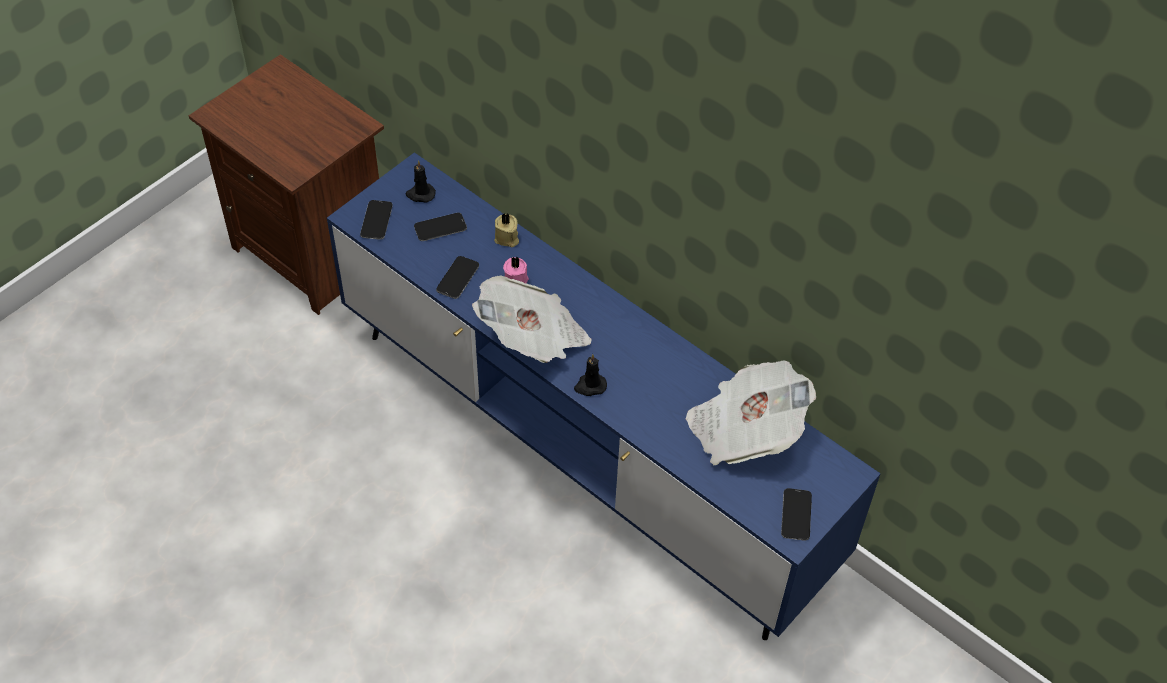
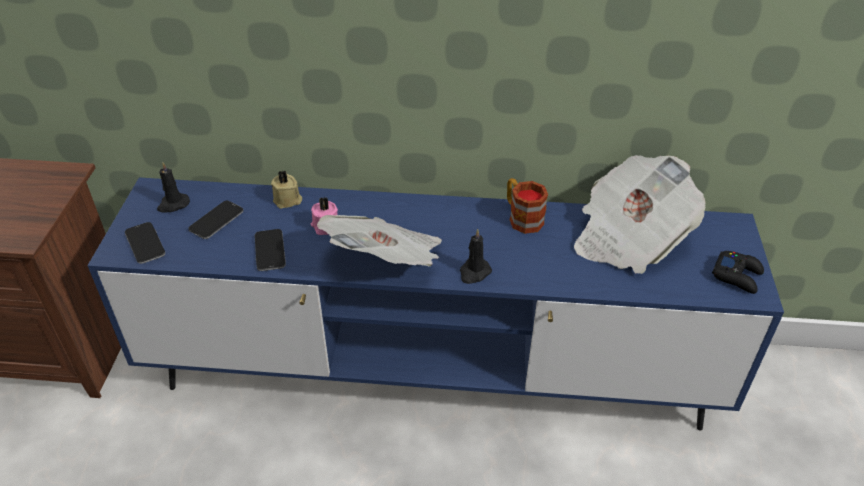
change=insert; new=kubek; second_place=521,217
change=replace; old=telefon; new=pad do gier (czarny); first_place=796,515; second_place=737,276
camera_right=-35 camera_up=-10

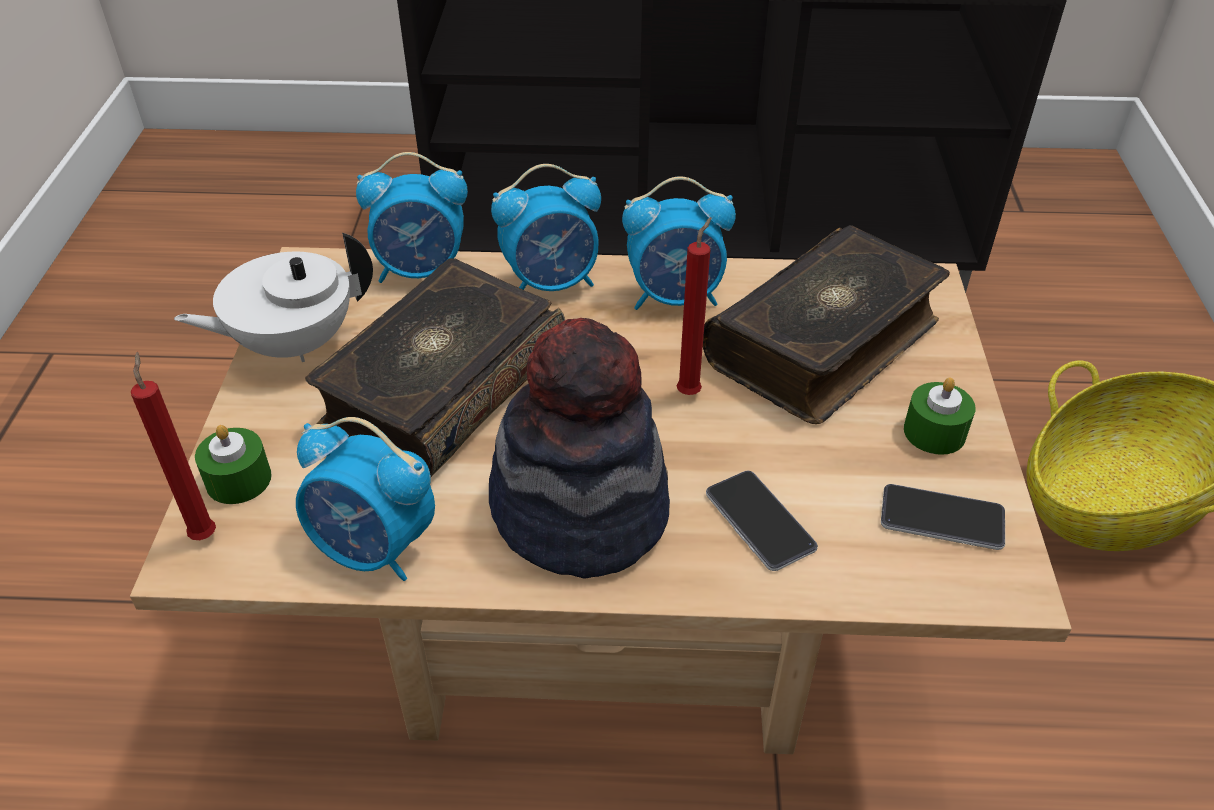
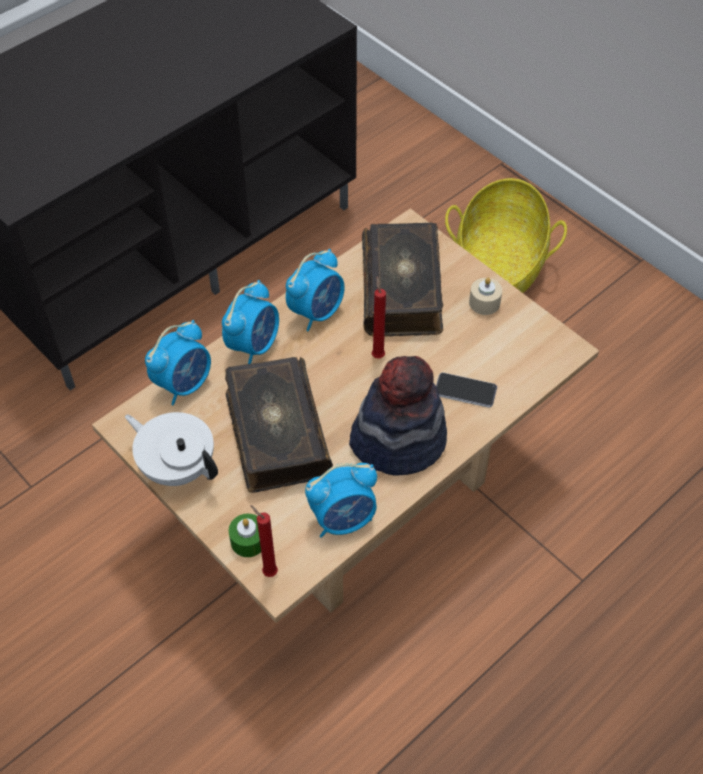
change=delete; old=telefon; first_place=942,518
change=recolor; old=świeca (zielony); new=świeca (beżowy); first_place=934,432; second_place=484,303
change=rotate; old=imbryk (biały); first_place=293,344; second_place=177,466; degrees=105
camera_right=-45 camera_up=10

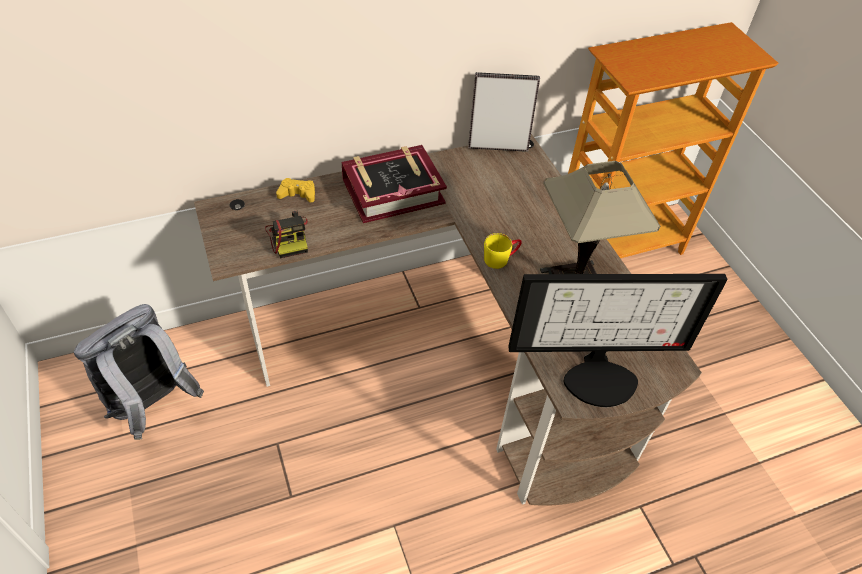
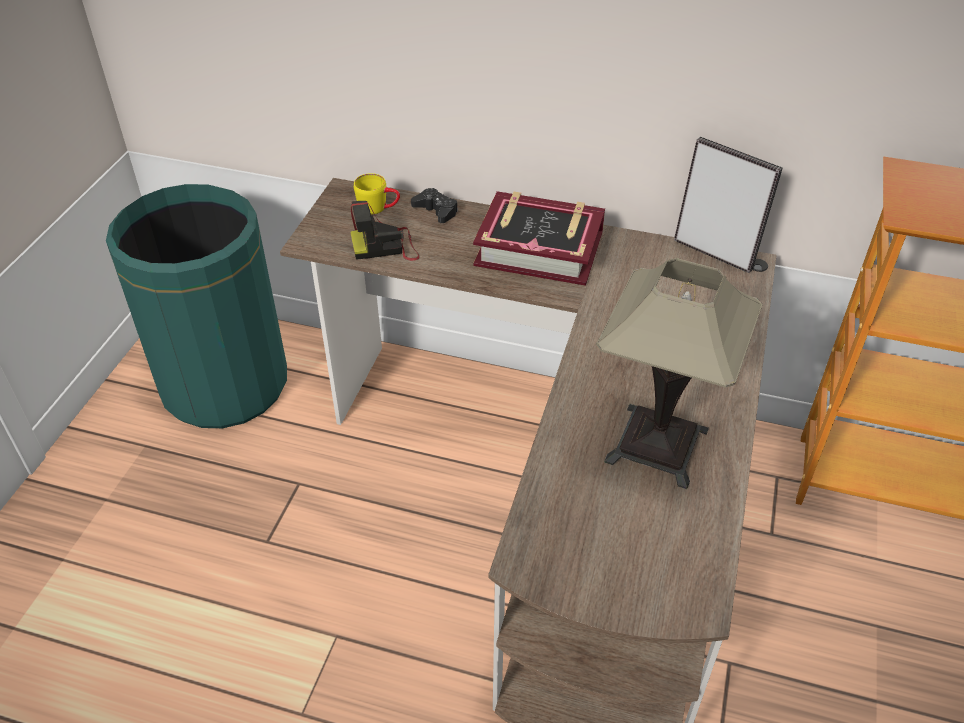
change=delete; old=monitor; first_place=600,376
change=move; old=kubek (żółty); first_place=501,258; second_place=379,207
change=replace; old=plecak (szary); new=kosz na śmieci (zielony); first_place=152,405; second_place=225,385
change=recolor; old=pad do gier (żółty); new=pad do gier (czarny); first_place=297,194; second_place=436,210
change=rotate; old=aparat fotograficzny; first_place=289,237; second_place=386,247; degrees=60
camera_right=40 camera_up=-5

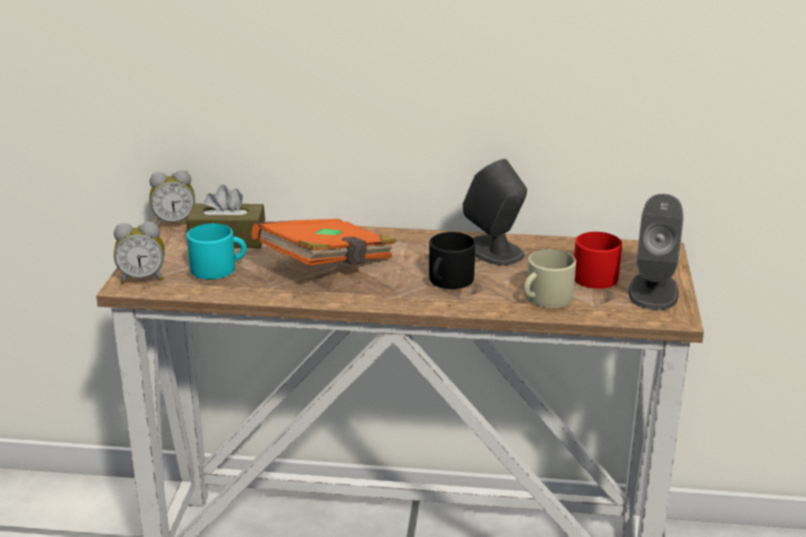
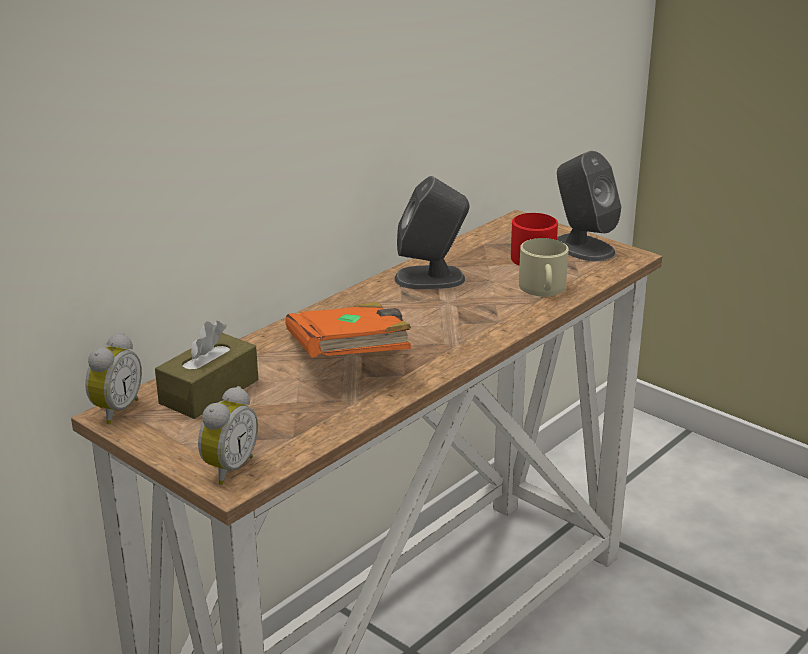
change=delete; old=kubek (turkusowy); first_place=219,268
change=delete; old=kubek (czarny); first_place=448,280
camera_right=-55 camera_up=0

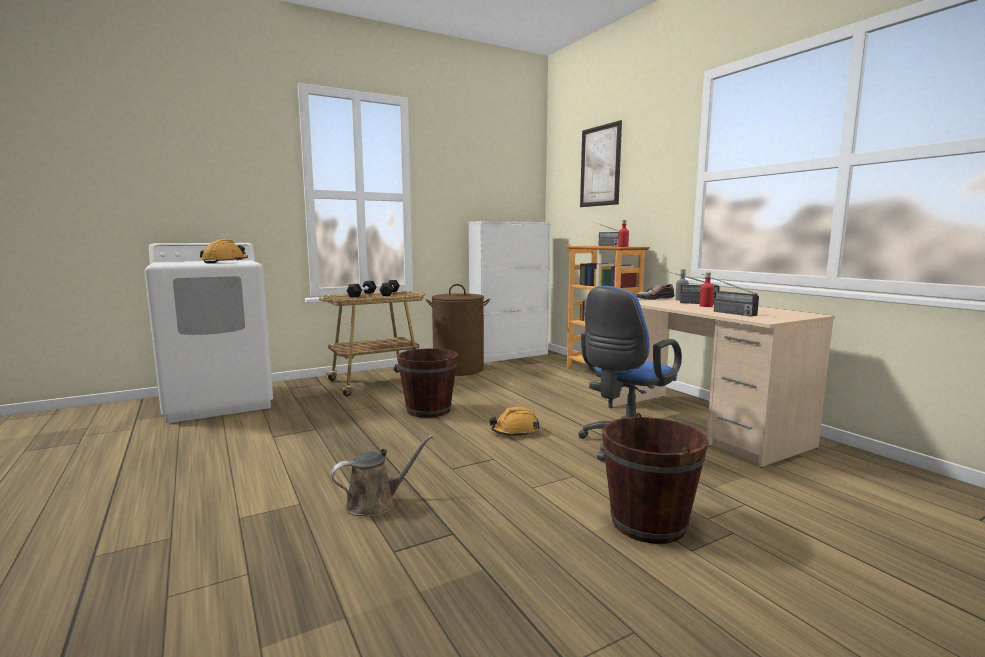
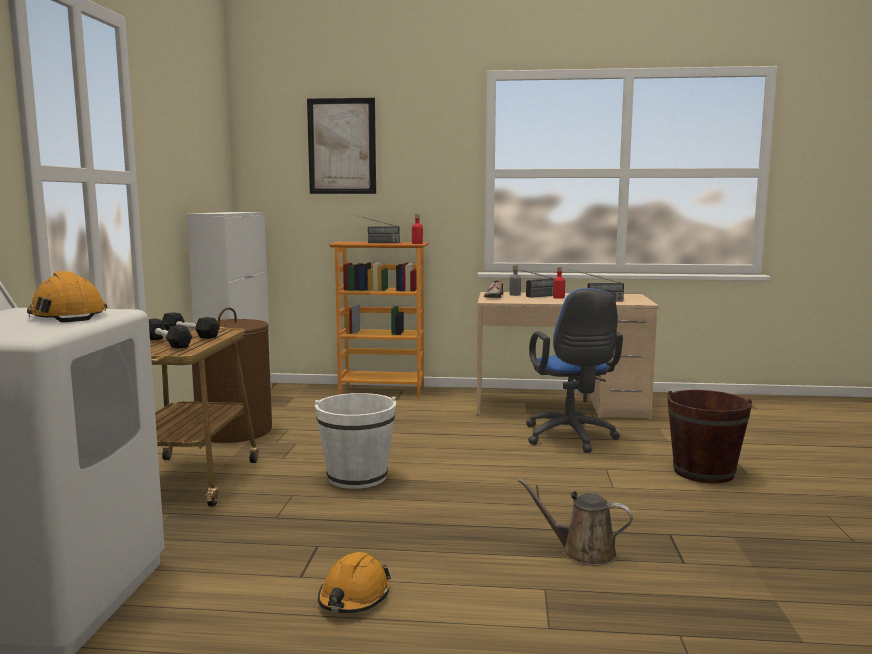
change=move; old=kask (pomarańczowy); first_place=515,431; second_place=354,597
change=recolor; old=wiadro (brązowy); new=wiadro (biały); first_place=428,410; second_place=357,477
change=rotate; old=konewka (brązowy); first_place=375,503; second_place=582,552; degrees=-75
camera_right=-55 camera_up=0

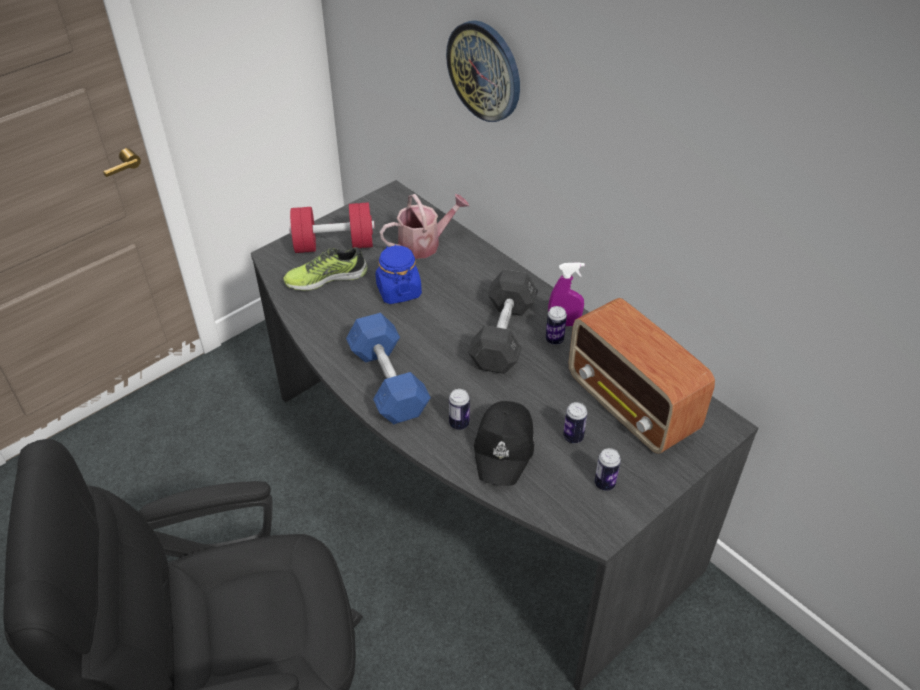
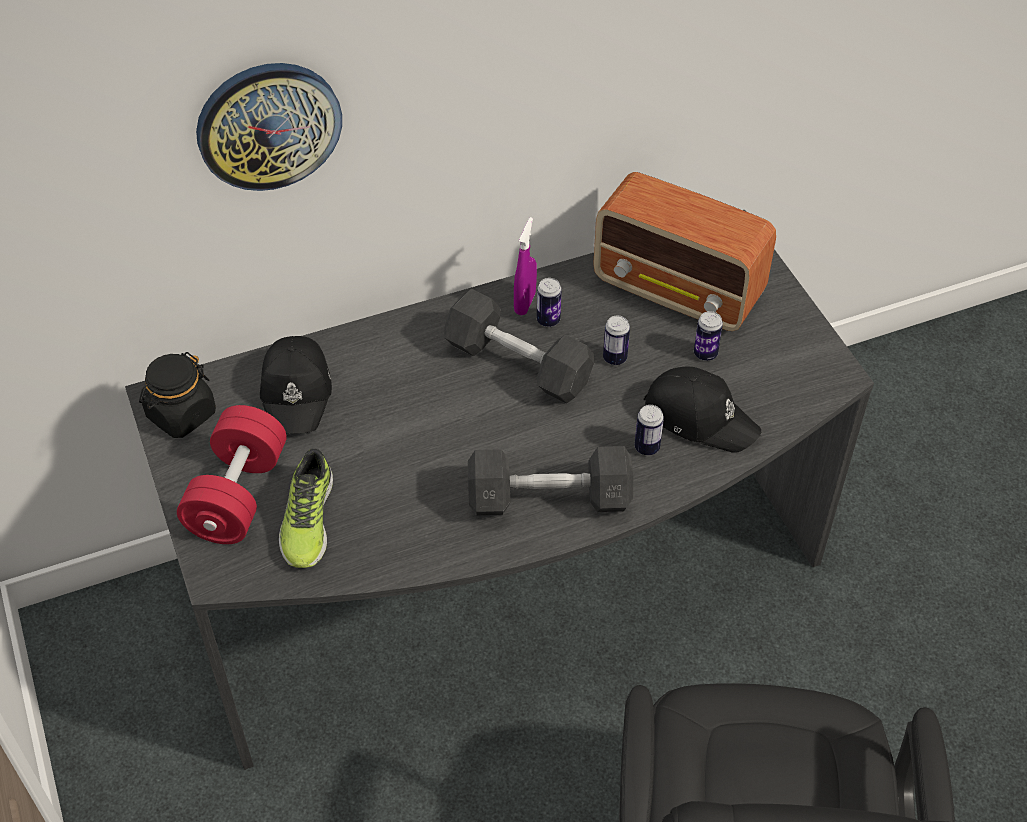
change=delete; old=słoik (niebieski); first_place=398,291
change=insert; new=słoik (czarny); second_place=181,415
change=move; old=puszka; first_place=604,483; second_place=614,358
change=replace; old=konewka; new=czapka z daszkiem (czarny); first_place=424,244; second_place=297,392
change=recolor; old=hantel (niebieski); new=hantel (szary); first_place=388,382; second_place=549,499
change=rotate; old=radio; first_place=632,406; second_place=679,291; degrees=45
camera_right=-70 camera_up=5

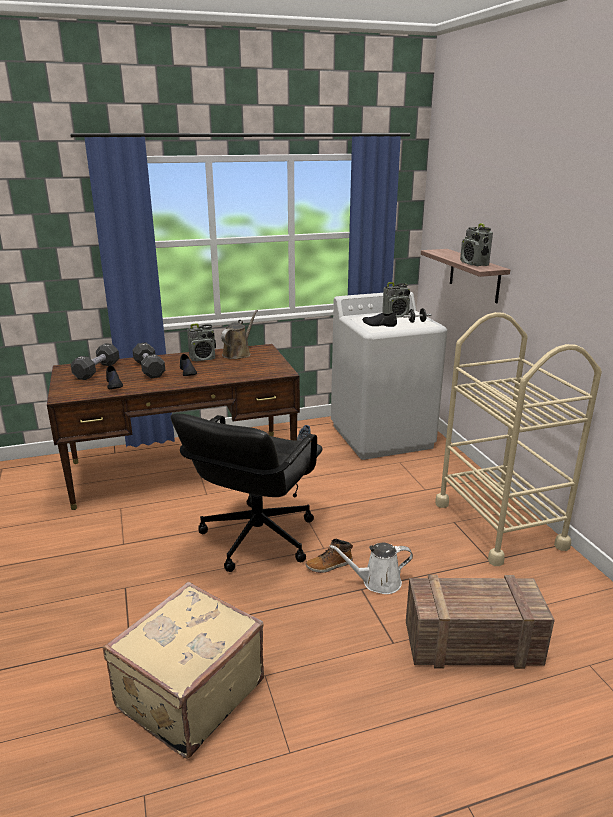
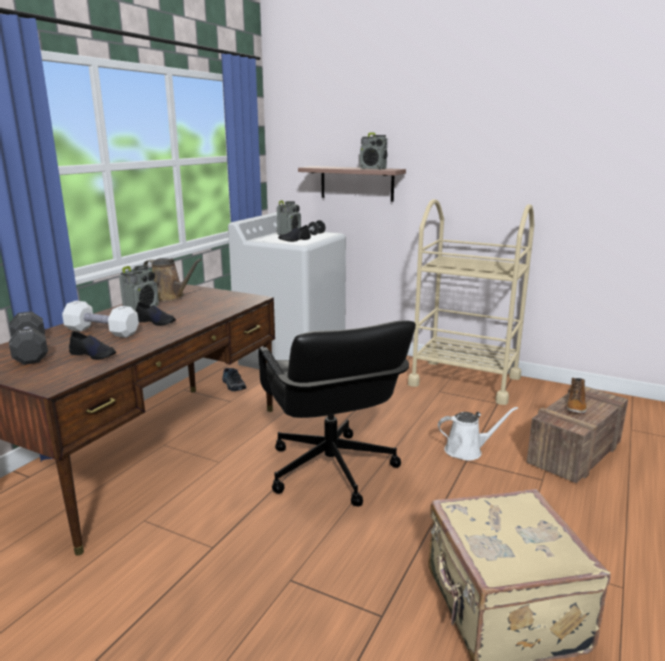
change=move; old=but z cholewką; first_place=329,565; second_place=576,406
change=recolor; old=hantel (czarny); new=hantel (biały); first_place=149,369; second_place=102,332
change=rotate; old=konewka (brązowy); first_place=238,353; second_place=170,297; degrees=135
change=rotate; old=konewka (biały); first_place=377,582; second_place=467,450; degrees=-135
camera_right=-45 camera_up=-5

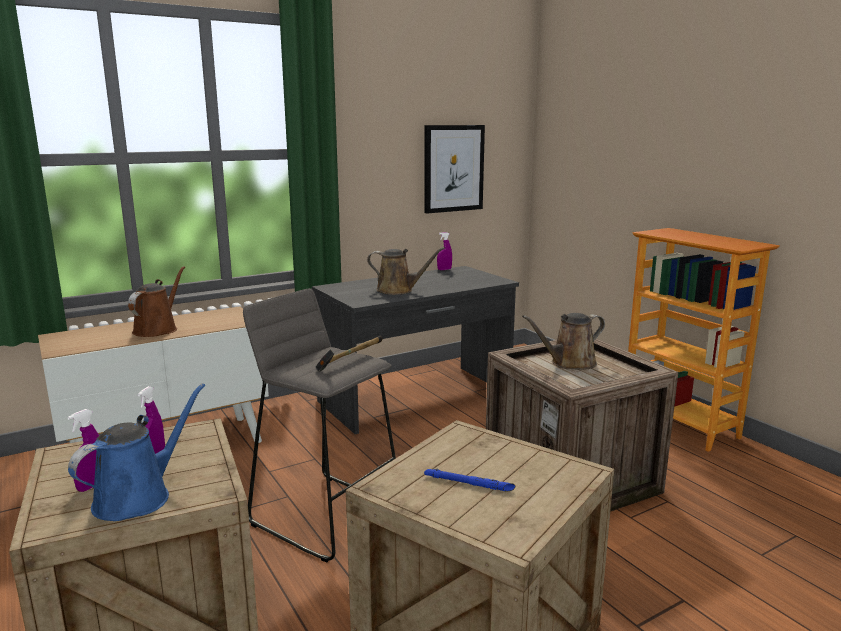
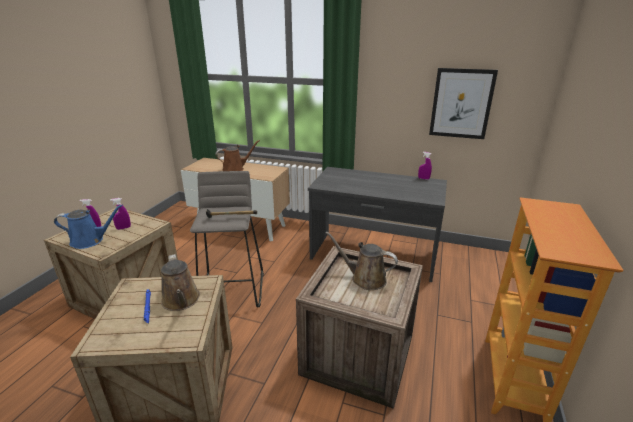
change=move; old=konewka (brązowy); first_place=398,290; second_place=181,301
camera_right=50 camera_up=10

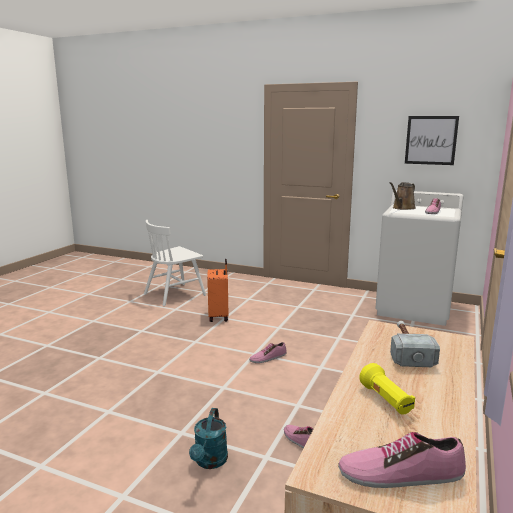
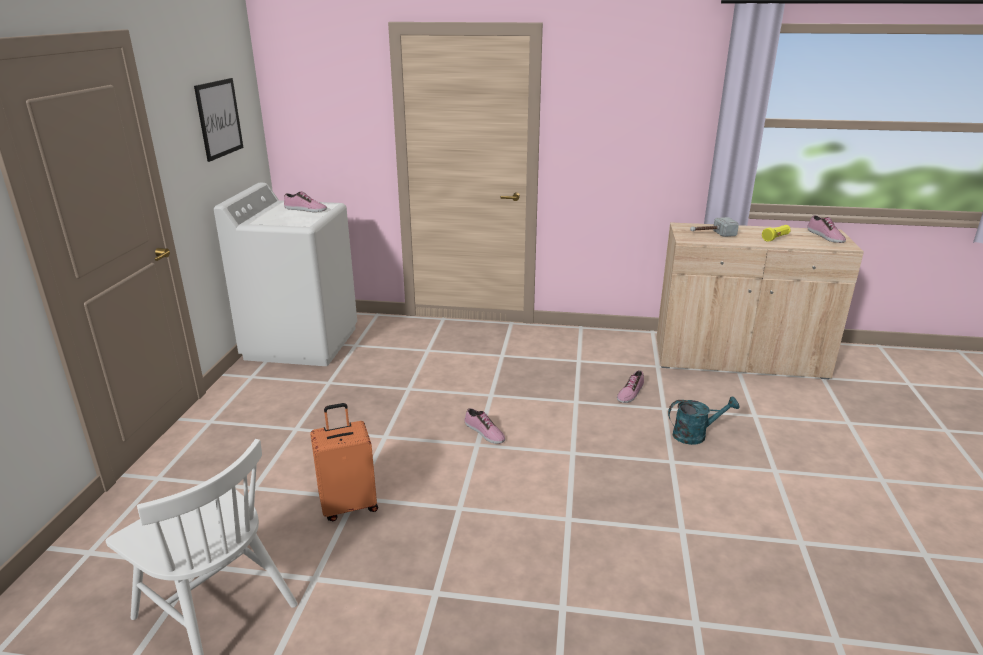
change=delete; old=konewka (brązowy); first_place=402,208
camera_right=-105 camera_up=10

